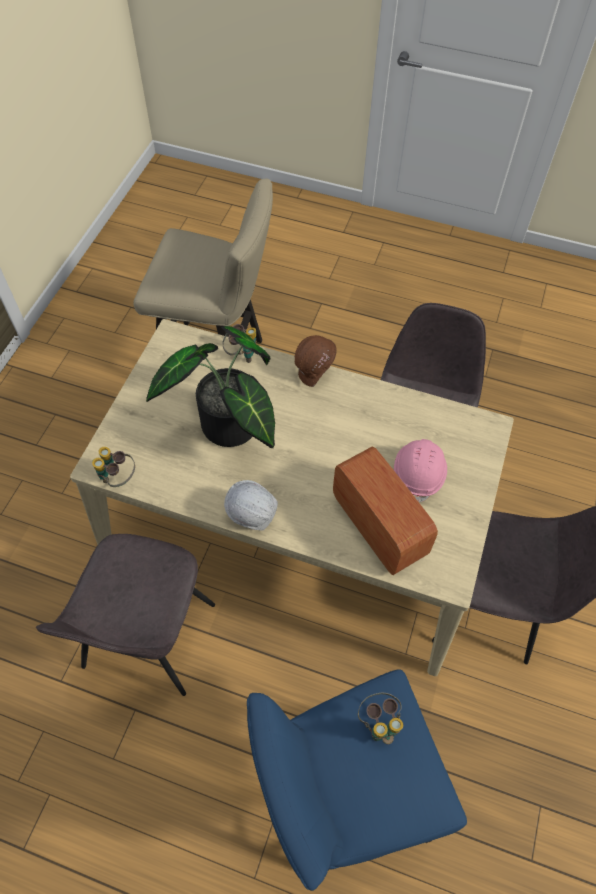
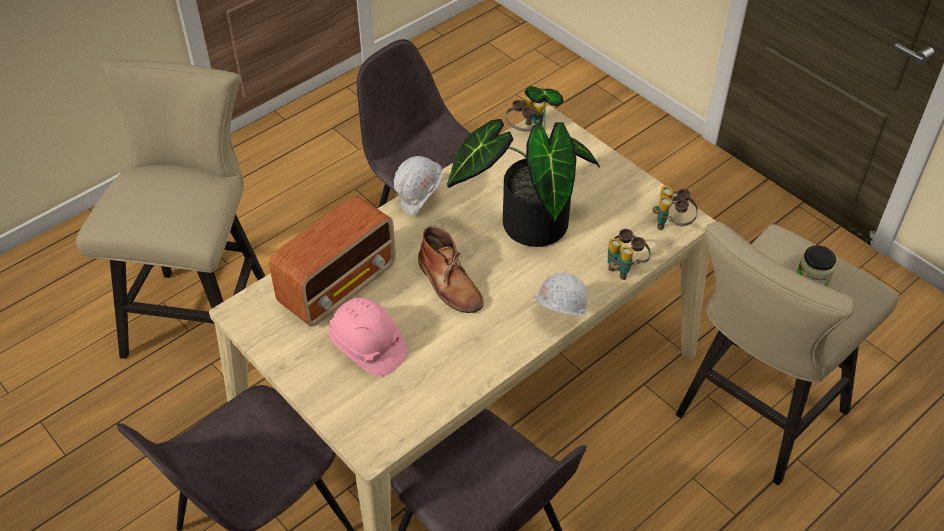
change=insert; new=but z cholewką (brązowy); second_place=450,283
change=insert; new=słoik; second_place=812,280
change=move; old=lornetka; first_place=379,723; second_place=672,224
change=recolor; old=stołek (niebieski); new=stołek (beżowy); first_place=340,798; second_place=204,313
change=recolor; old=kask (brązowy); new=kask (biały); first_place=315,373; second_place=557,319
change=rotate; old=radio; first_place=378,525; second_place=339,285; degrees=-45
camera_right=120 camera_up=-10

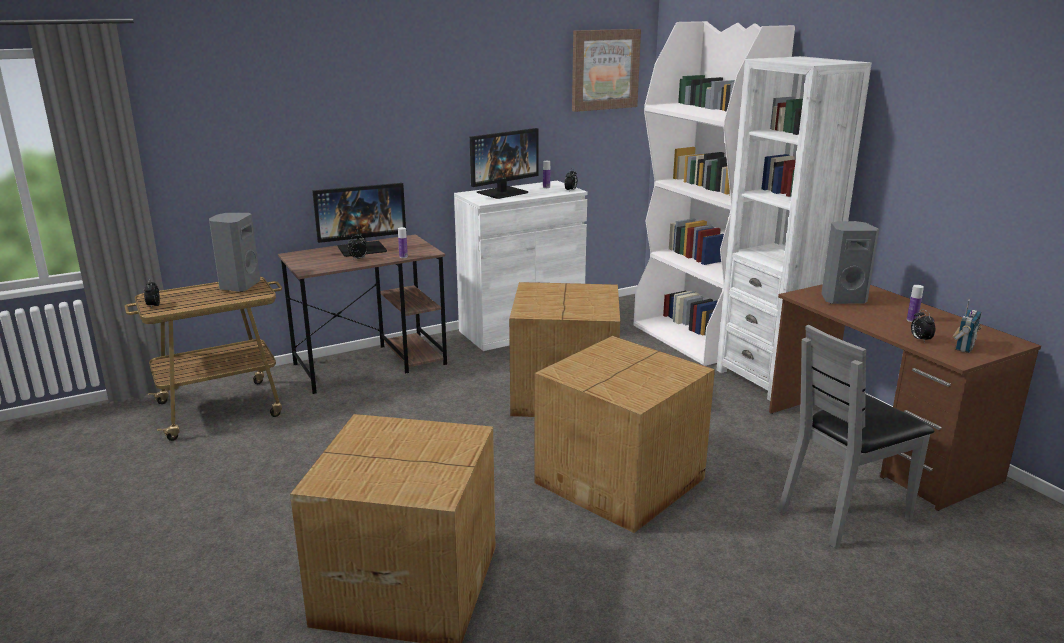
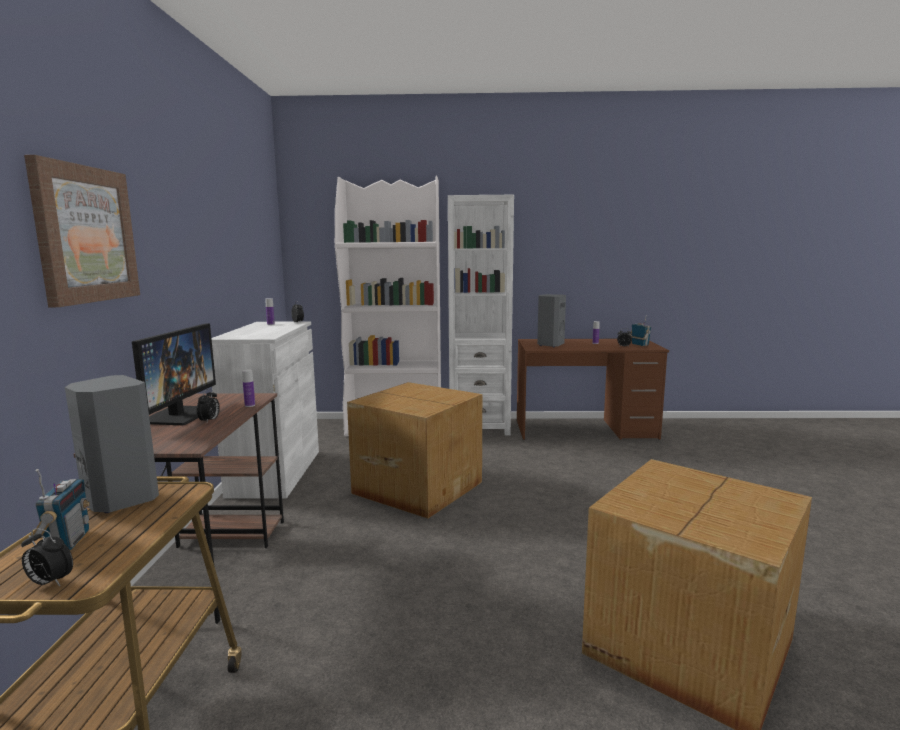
change=delete; old=monitor; first_place=503,192
change=delete; old=karton; first_place=622,480
change=delete; old=krzesło (szary); first_place=843,512
change=insert; new=radio; second_place=68,541
change=move; old=obraz; first_place=604,69; second_place=85,234
camera_right=-60 camera_up=-10

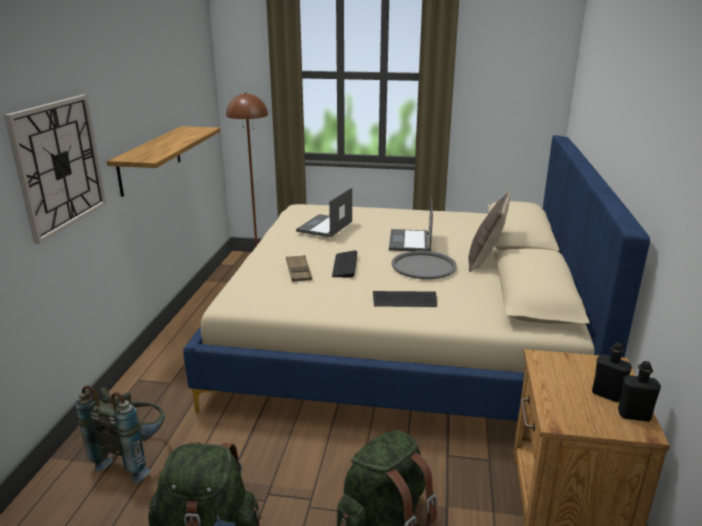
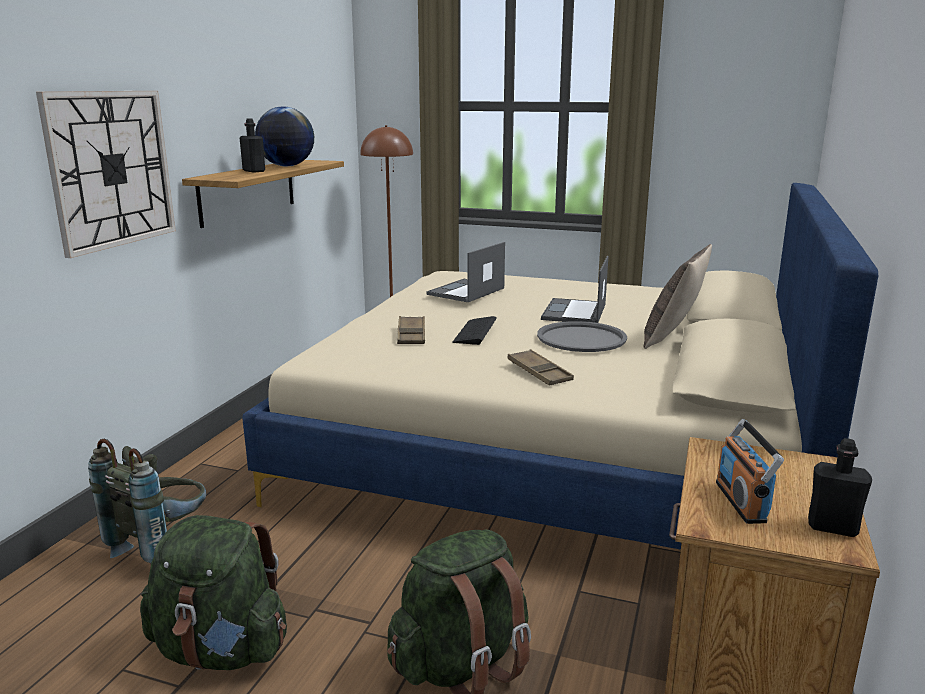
change=insert; new=globus; second_place=287,166
change=insert; new=radio; second_place=741,502
change=move; old=butelka (czarny); first_place=607,394; second_place=254,171
change=replace; old=klawiatura; new=taca (brązowy); first_place=404,300; second_place=539,372
camera_right=10 camera_up=-5

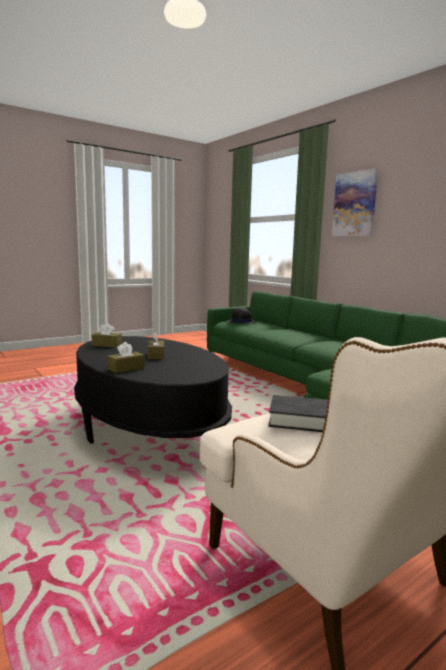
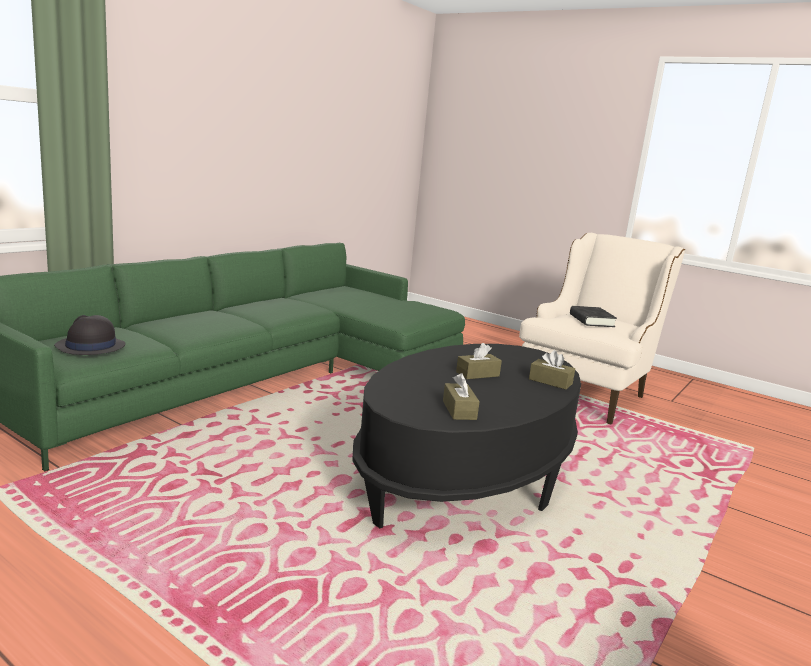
change=delete; old=obraz; first_place=354,204
camera_right=-110 camera_up=5

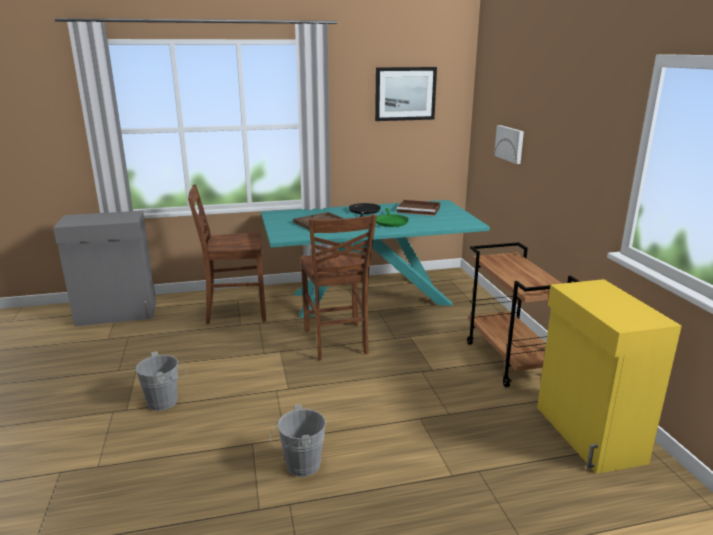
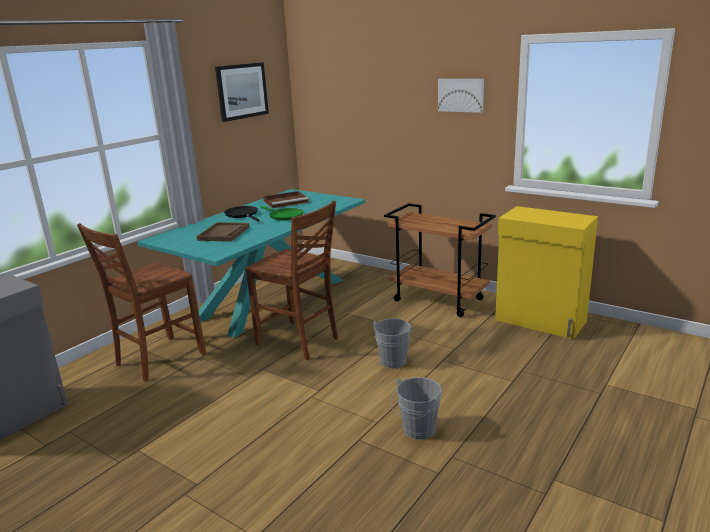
change=move; old=wiadro (szary); first_place=166,401; second_place=394,360
change=move; old=obraz; first_place=510,143; second_place=461,95
camera_right=-40 camera_up=0

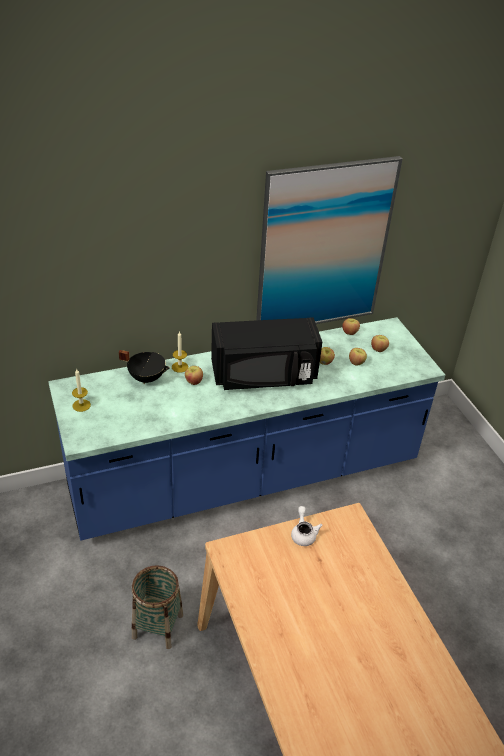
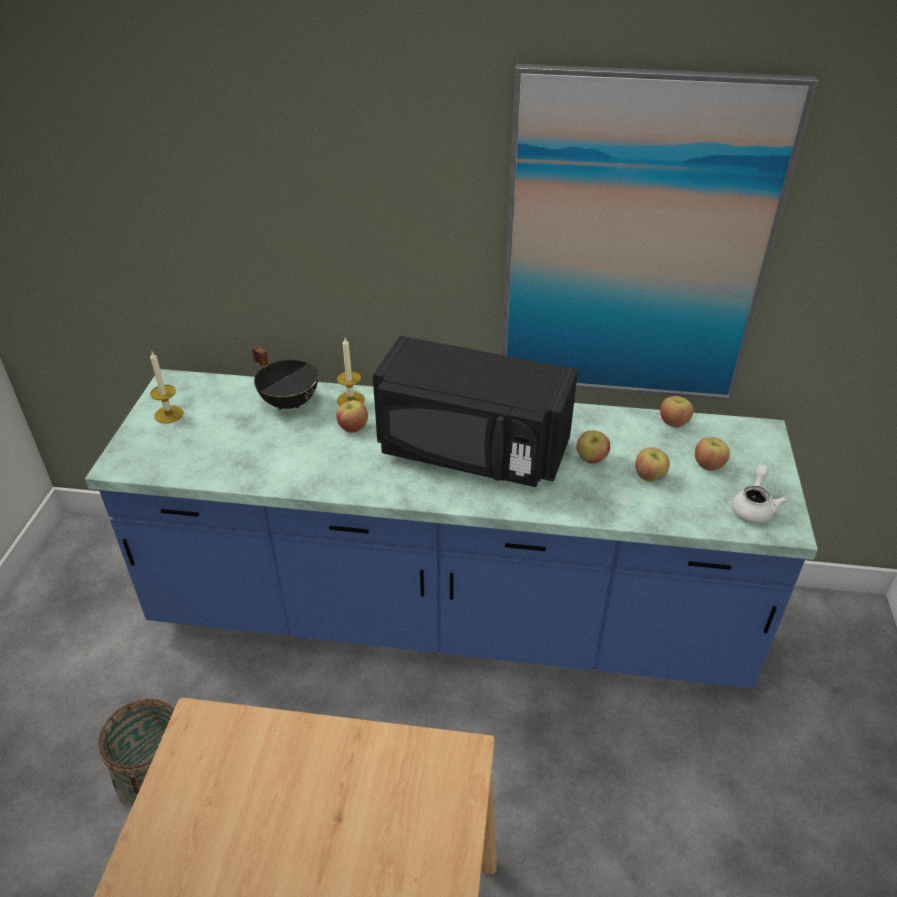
change=move; old=imbryk (biały); first_place=303,533; second_place=753,507
camera_right=30 camera_up=0

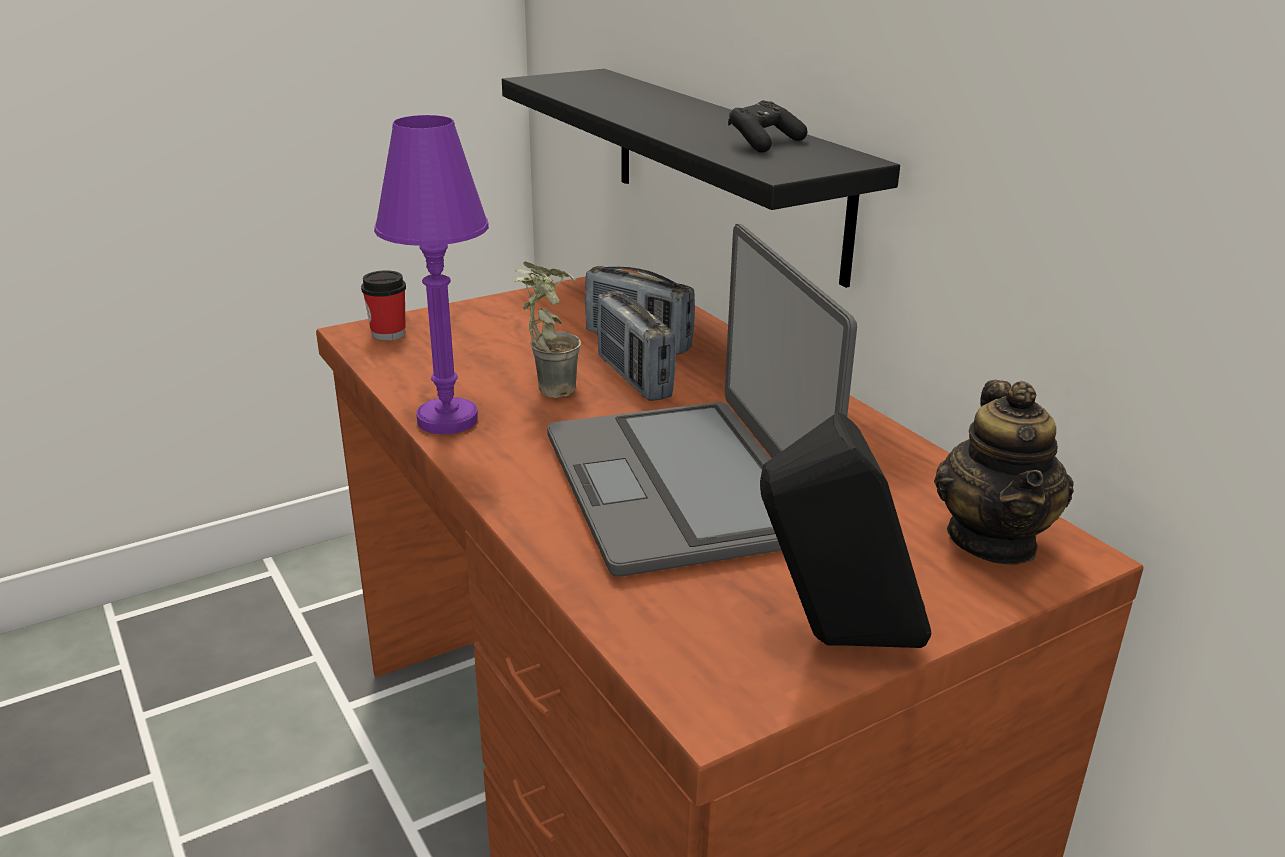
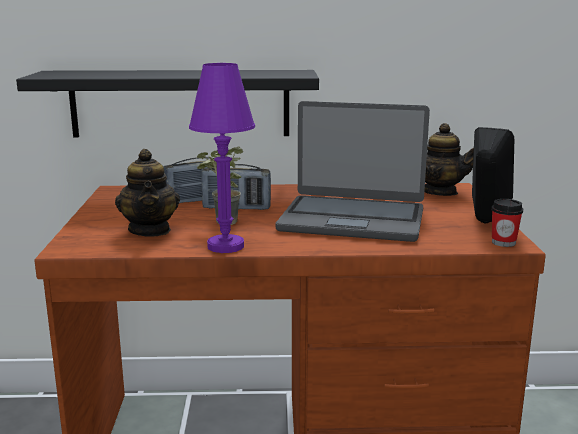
change=delete; old=pad do gier (czarny); first_place=764,143
change=insert; new=imbryk; second_place=150,230
change=move; old=filiżanka; first_place=388,334; second_place=503,242
camera_right=-60 camera_up=-10

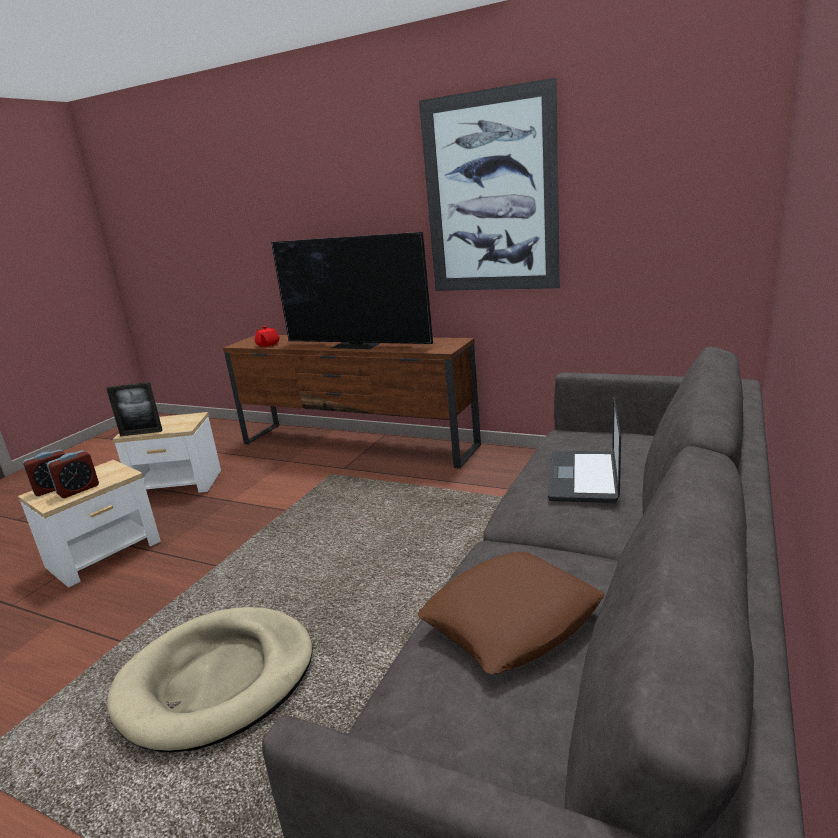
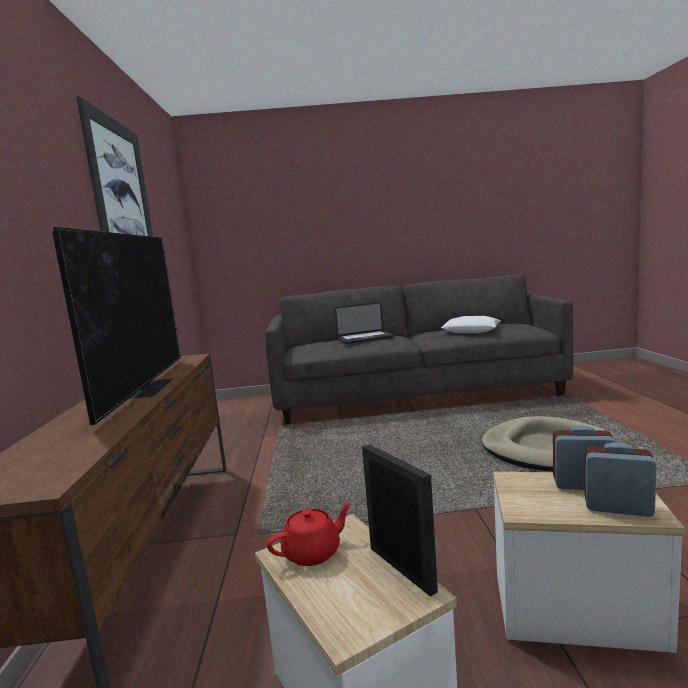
change=move; old=imbryk (czerwony); first_place=267,345; second_place=313,553
change=recolor; old=poduszka (brązowy); new=poduszka (biały); first_place=511,620; second_place=471,330
camera_right=-120 camera_up=-10

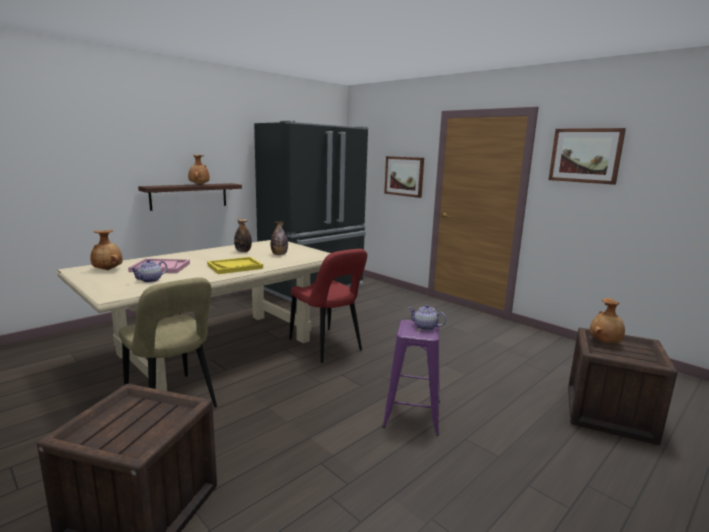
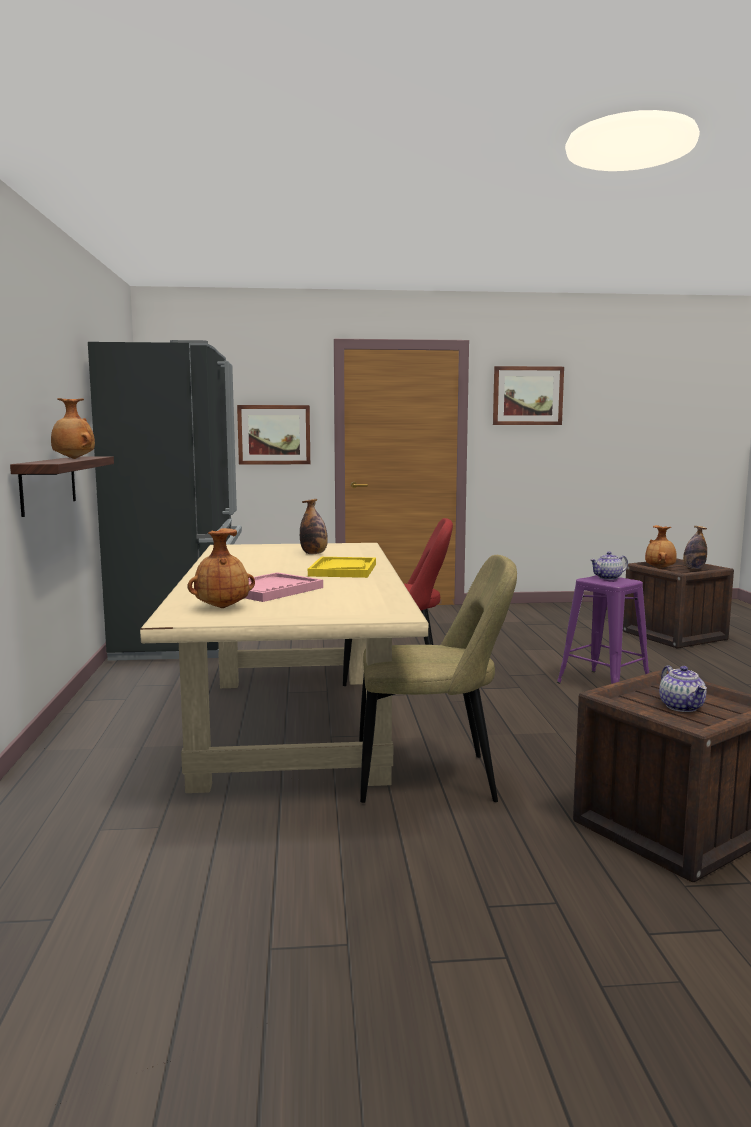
change=move; old=imbryk; first_place=150,280; second_place=682,707
change=move; old=butelka; first_place=243,251; second_place=694,568
camera_right=-50 camera_up=-5

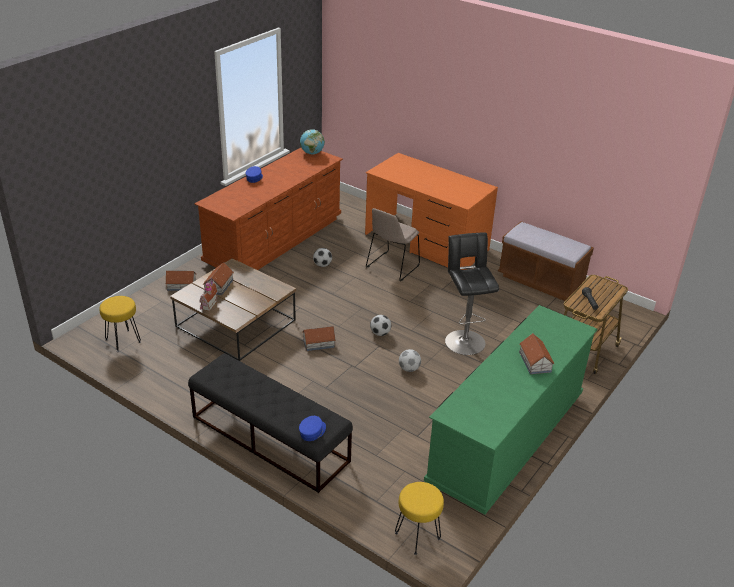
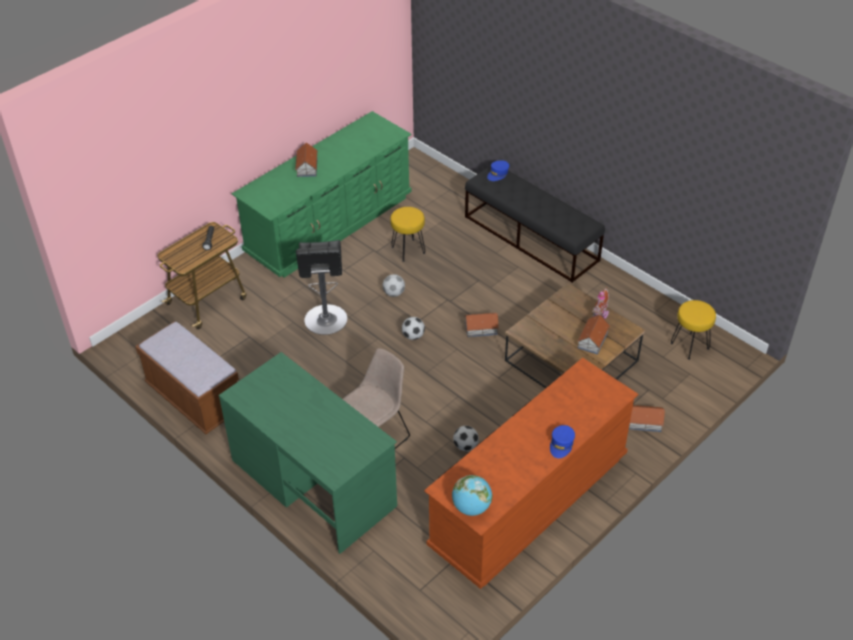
change=move; old=stołek (żółty); first_place=417,536; second_place=408,250
change=recolor; old=biurko (pomarańczowy); new=biurko (zielony); first_place=426,242; second_place=313,482
camera_right=-170 camera_up=10

